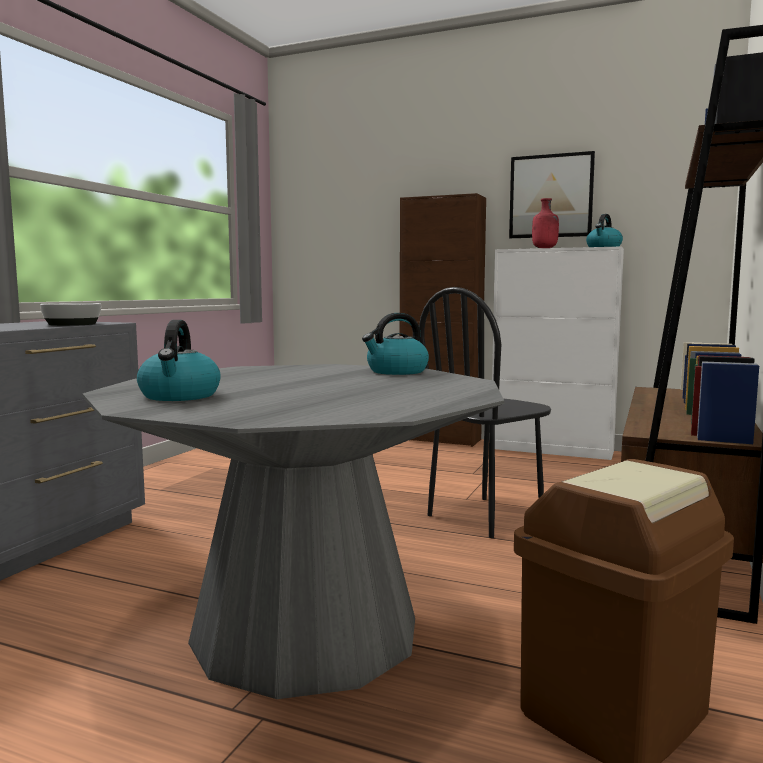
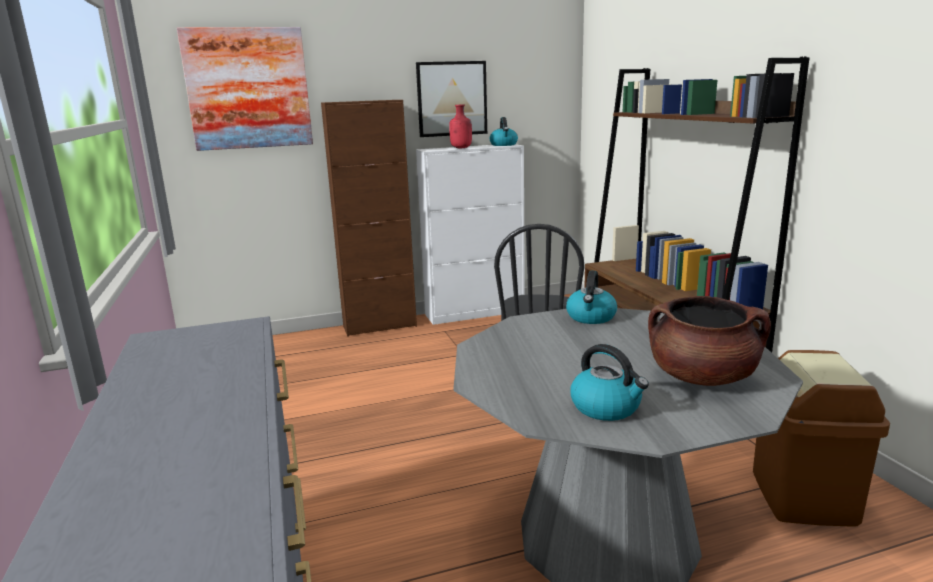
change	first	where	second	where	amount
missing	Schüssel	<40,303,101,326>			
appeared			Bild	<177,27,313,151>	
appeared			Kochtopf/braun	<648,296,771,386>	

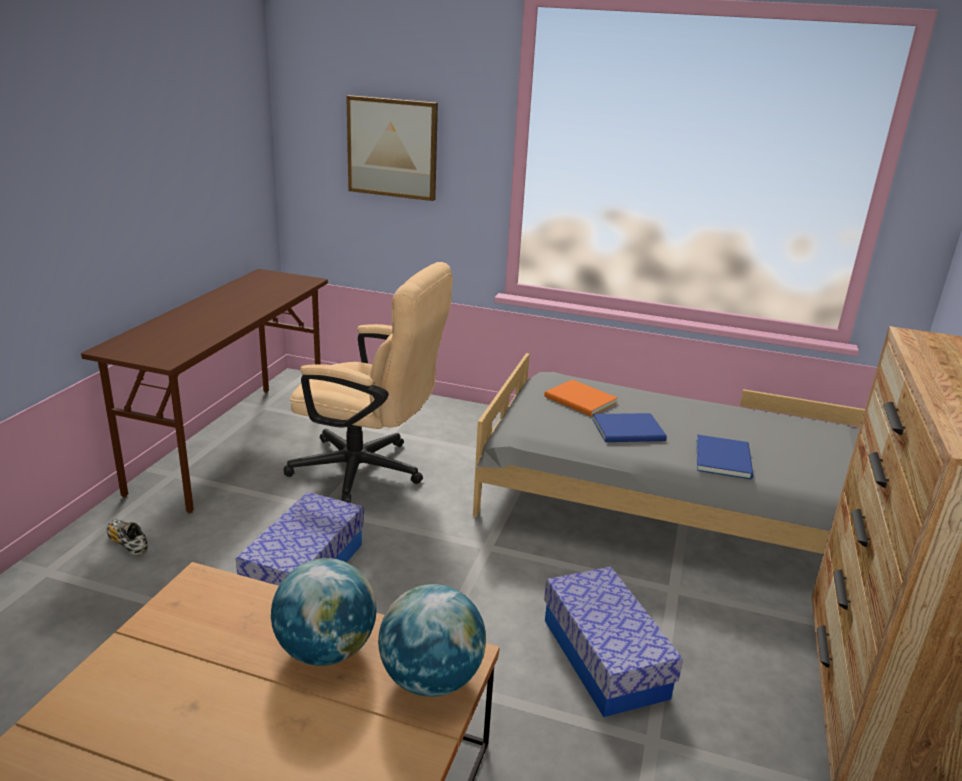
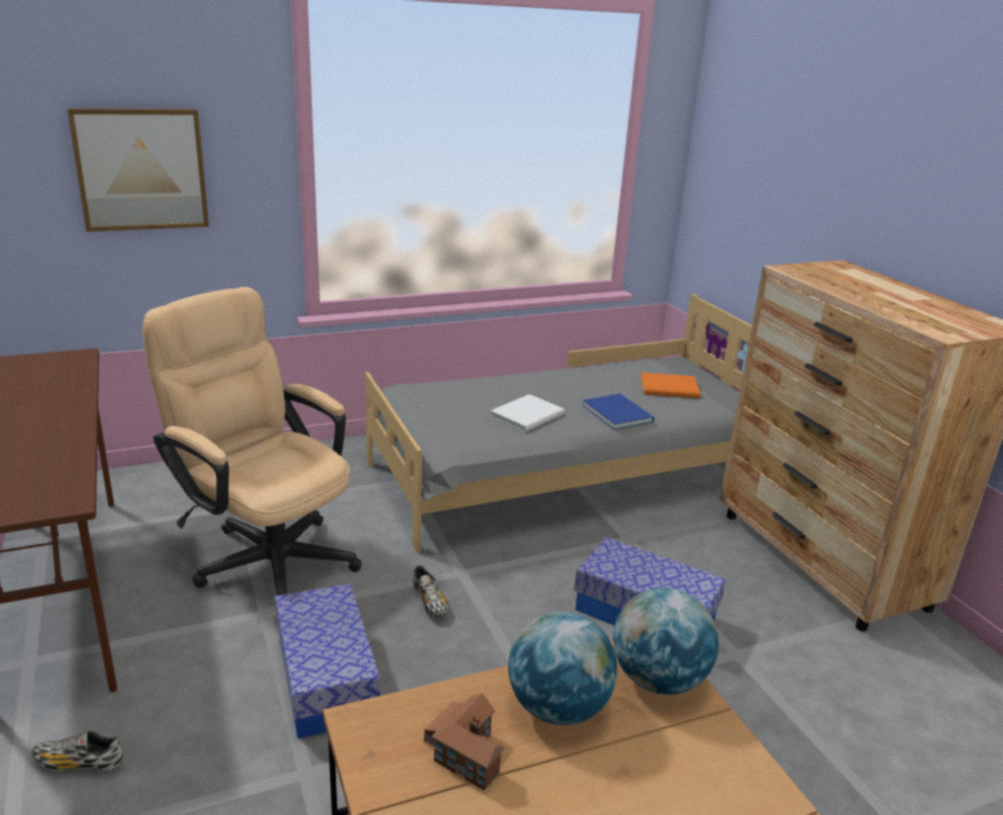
change	first	where	second	where	amount
spun	Bürostuhl/beige	<283,262,453,503>		<142,287,362,596>	120 degrees counterclockwise
relocated	Buch/orange	<544,380,618,416>		<640,373,701,398>	
colour	Buch/blau	<592,413,667,442>	Buch/weiß	<490,394,565,432>	
appeared			Schuh	<413,565,449,618>	
appeared			Spielzeughaus	<424,694,504,790>	

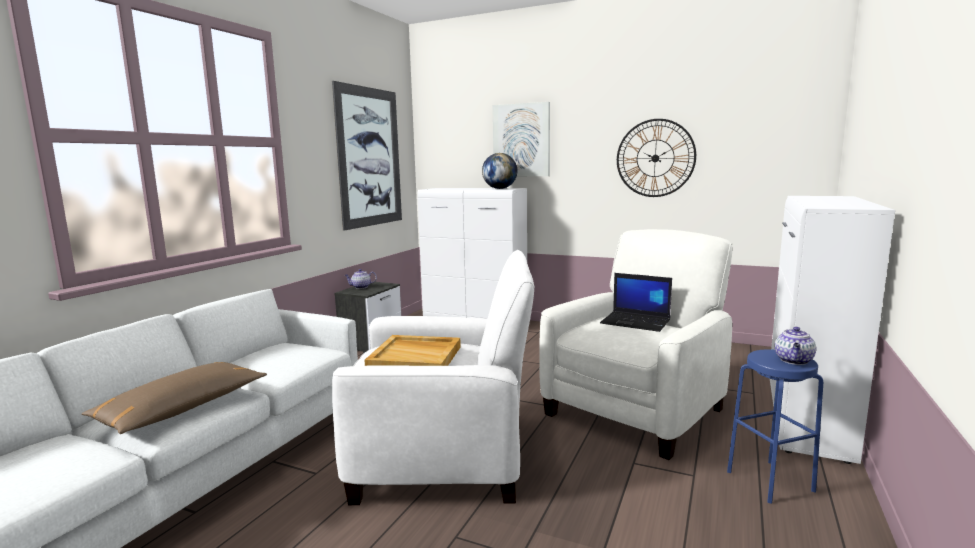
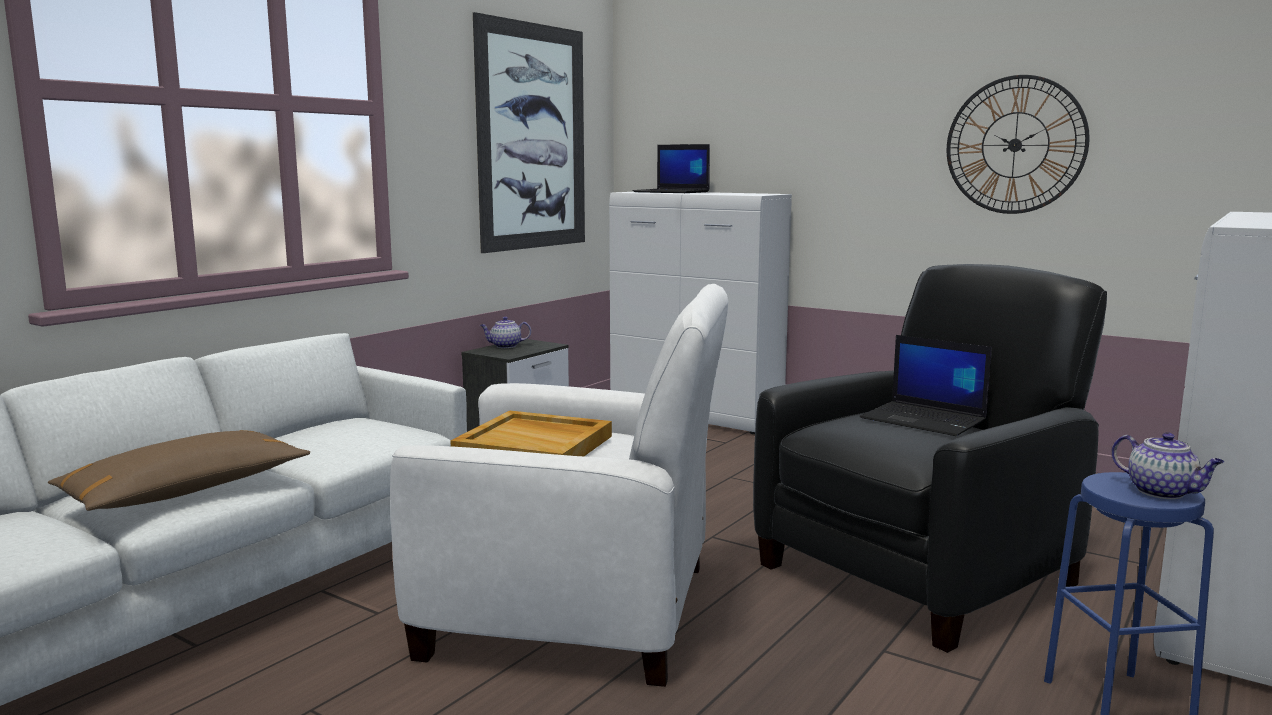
change	first	where	second	where	amount
missing	Bild	<493,102,550,176>			
missing	Globus	<482,153,517,189>			
colour	Sessel/weiß	<539,229,732,460>	Sessel/schwarz	<753,264,1107,653>	
spun	Teekanne	<775,327,816,365>		<1112,432,1224,499>	75 degrees counterclockwise
appeared			Laptop	<633,144,710,193>	

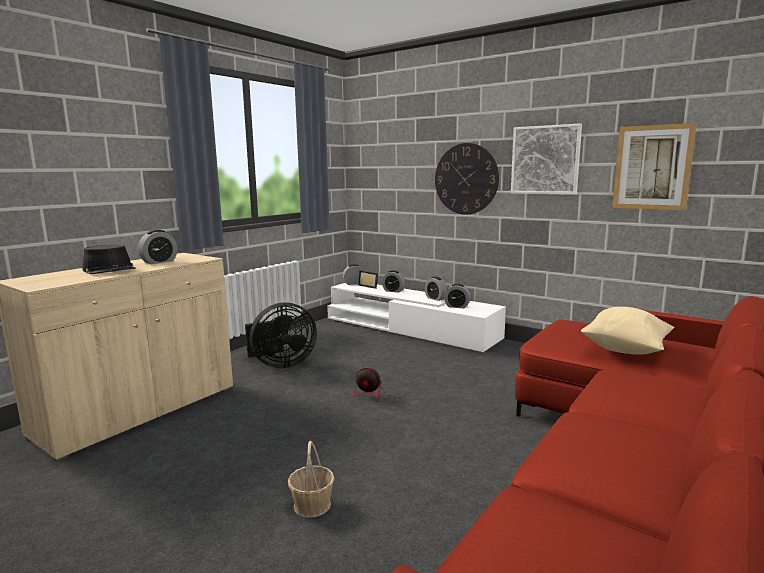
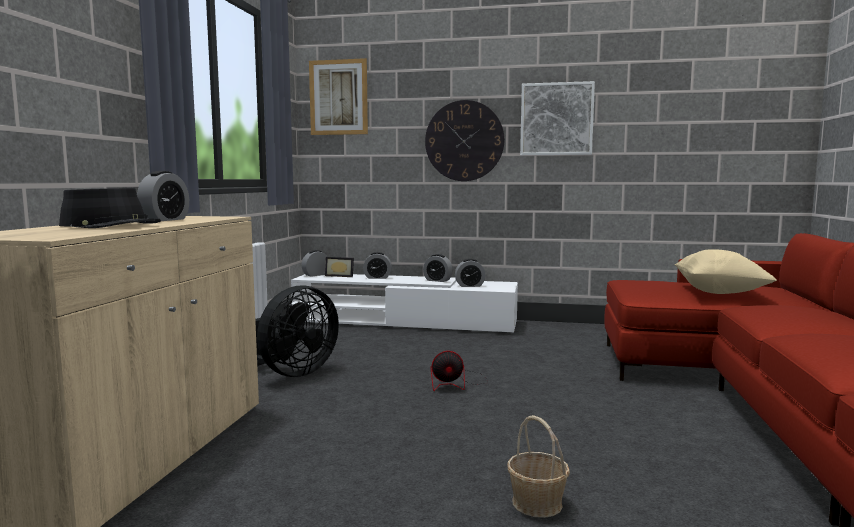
change	first	where	second	where	amount
relocated	Bild	<612,123,697,210>		<309,58,368,135>	

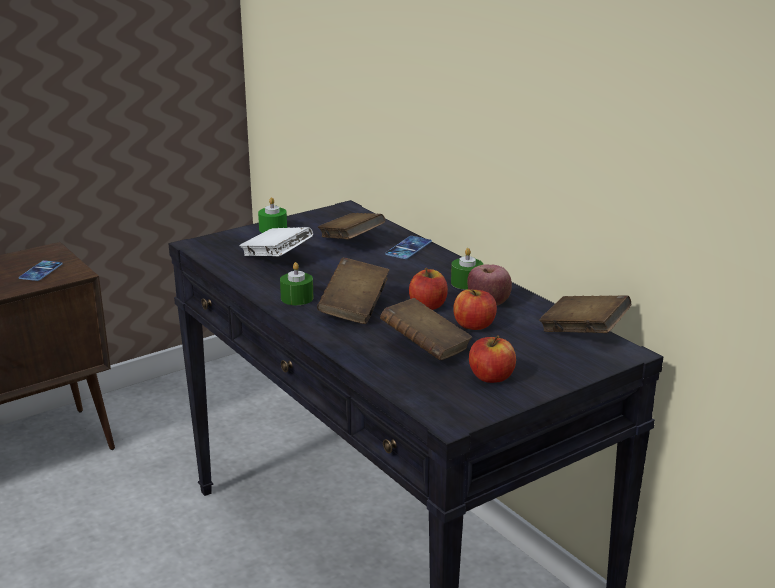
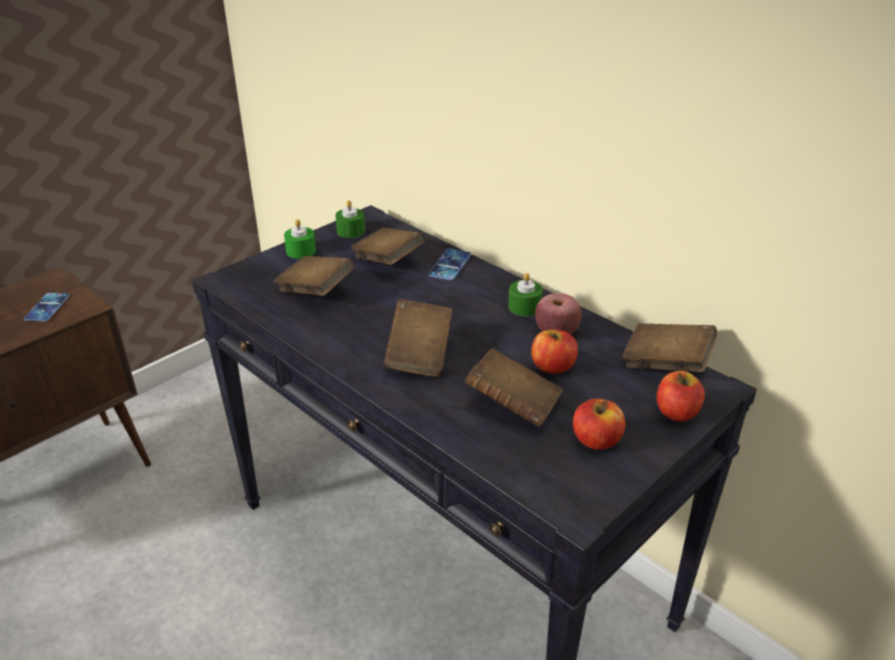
change	first	where	second	where	amount
colour	Buch/weiß	<240,227,313,257>	Buch/braun	<274,256,355,296>	
relocated	Kerze/grün	<280,262,314,305>		<335,200,365,238>	
relocated	Apfel	<409,268,448,310>		<657,371,705,422>	

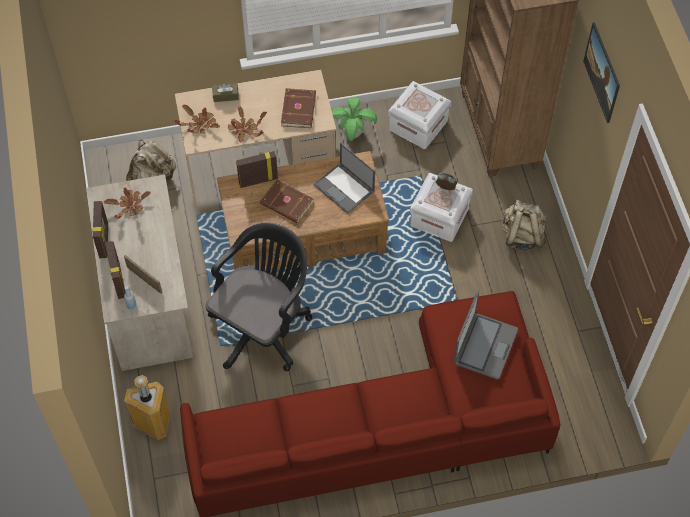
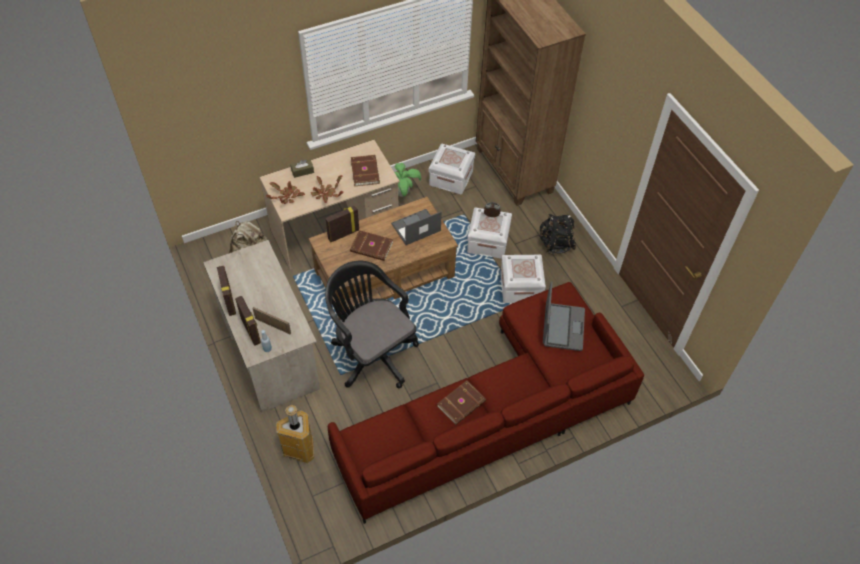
change	first	where	second	where	amount
missing	Bild	<583,22,620,123>			
spun	Laptop	<314,143,375,214>		<391,209,442,245>	120 degrees clockwise
missing	Topfpflanze	<104,188,151,219>			
colour	Rucksack/beige	<502,198,547,250>	Rucksack/schwarz	<540,214,577,254>	
spun	Bürostuhl/schwarz	<206,223,312,371>		<325,261,419,388>	60 degrees counterclockwise
appeared			Aufbewahrungsbox/weiß	<500,255,546,303>	
appeared			Buch/braun	<437,380,486,425>	

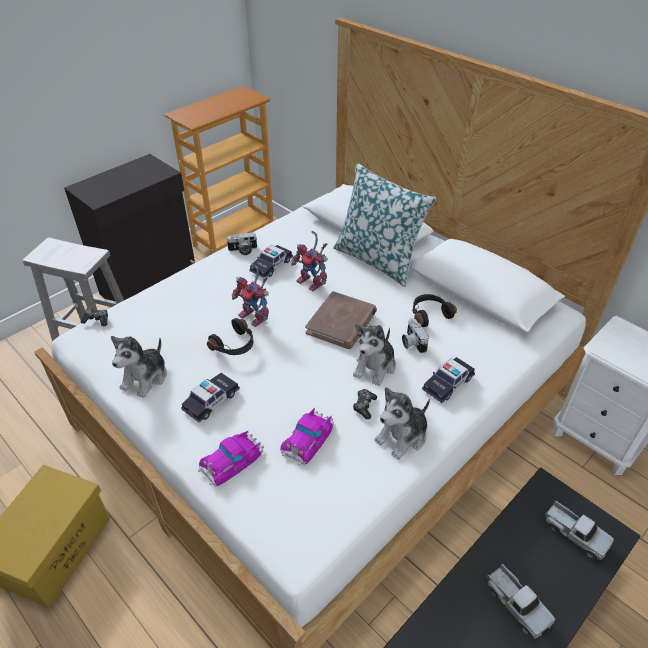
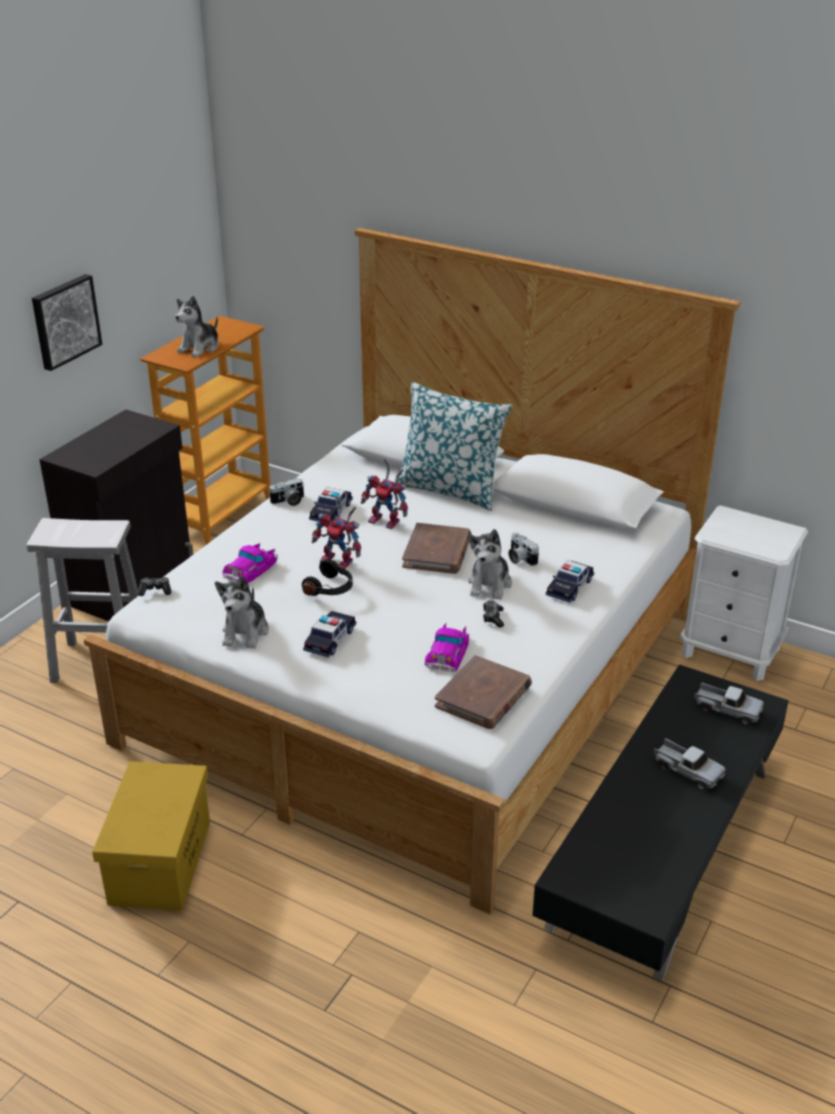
change	first	where	second	where	amount
missing	Kopfhörer/schwarz	<412,294,457,327>			
relocated	Plüschtier	<375,387,430,460>		<175,296,219,357>	
relocated	Spielzeugauto	<198,430,264,486>		<222,543,278,583>	
appeared			Bild	<32,274,102,371>	
appeared			Buch/braun	<435,655,532,729>	

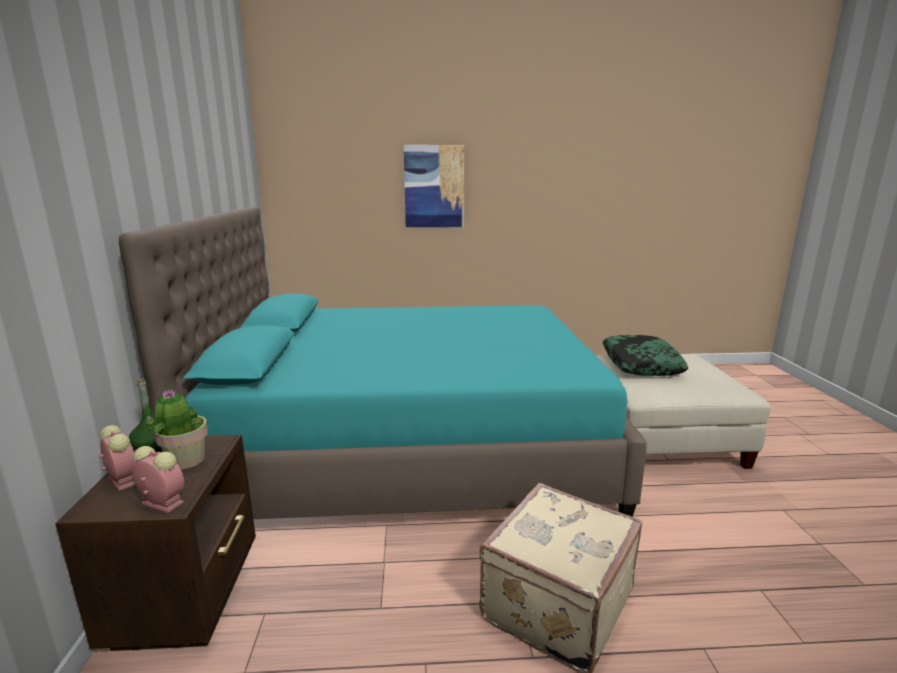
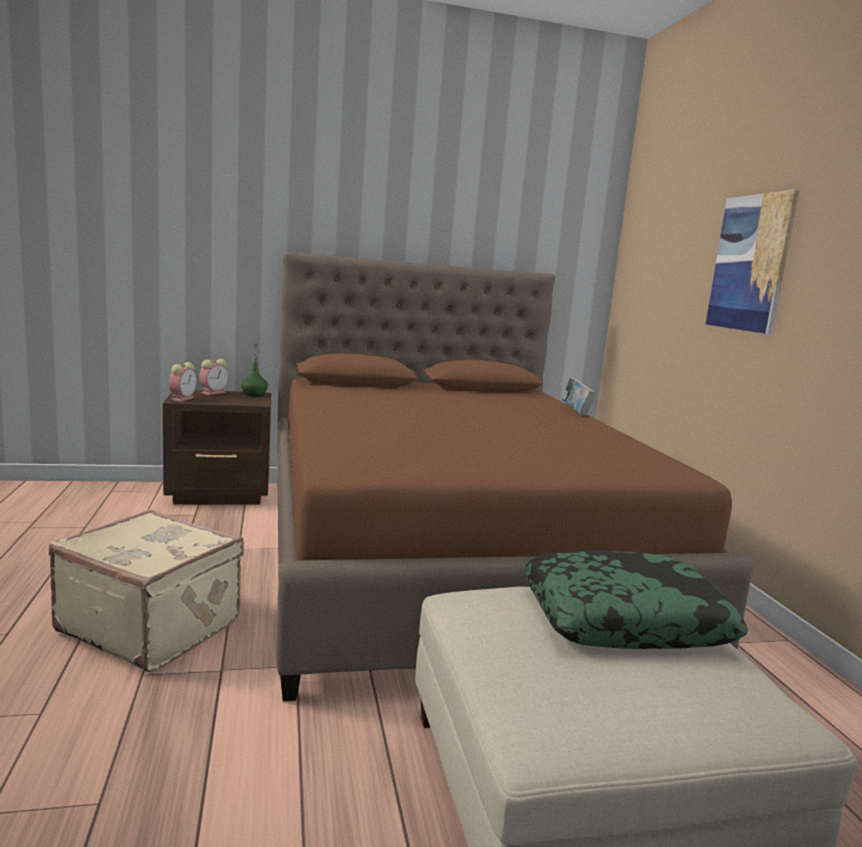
change	first	where	second	where	amount
colour	Bett/türkis	<119,206,647,519>	Bett/braun	<276,252,754,701>	
missing	Topfpflanze	<145,389,208,469>			
appeared			Buch	<562,377,596,416>	

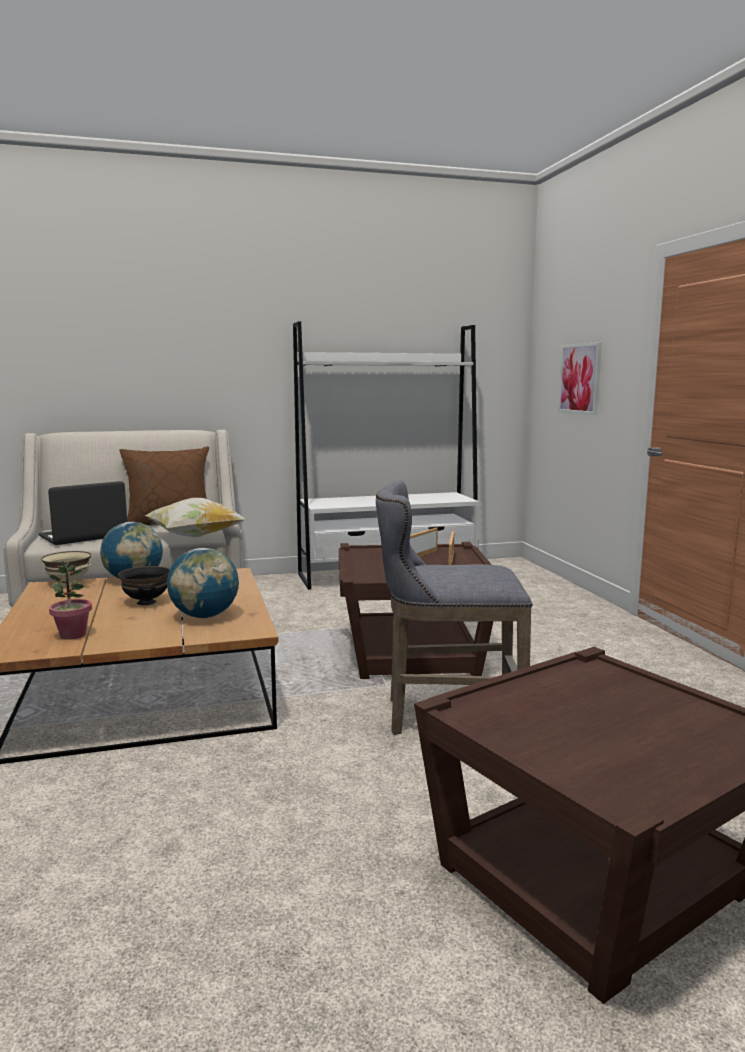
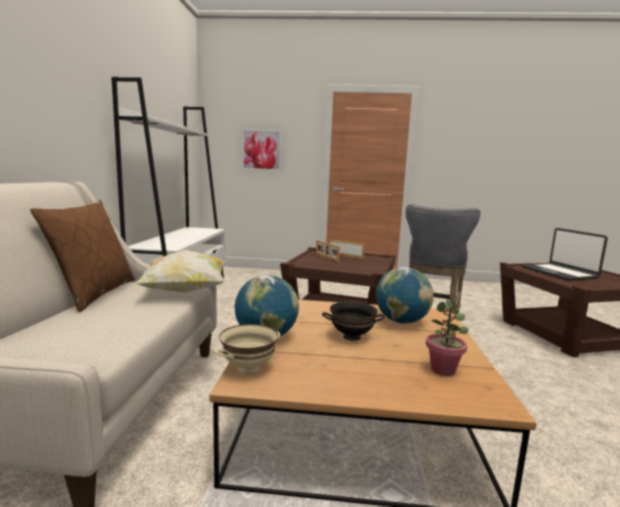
change	first	where	second	where	amount
relocated	Laptop	<39,481,127,545>		<522,228,608,281>	

